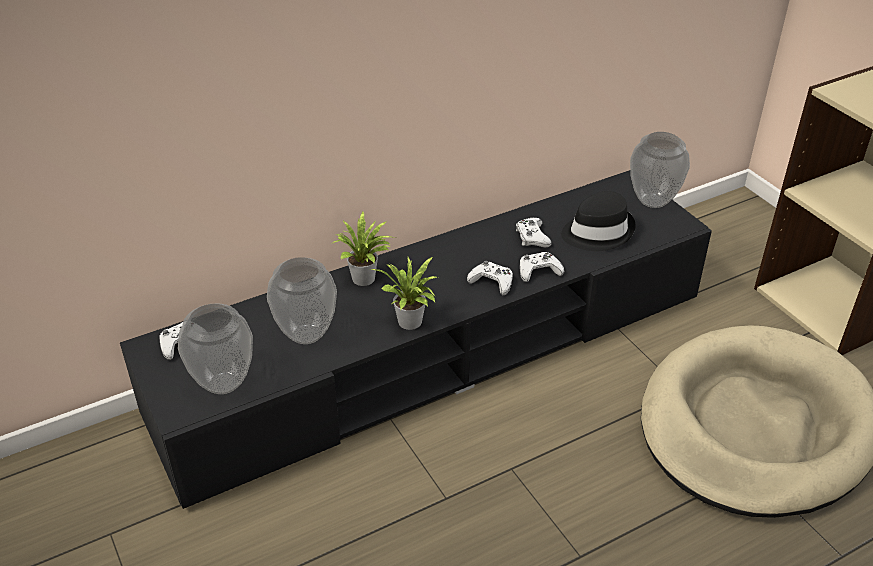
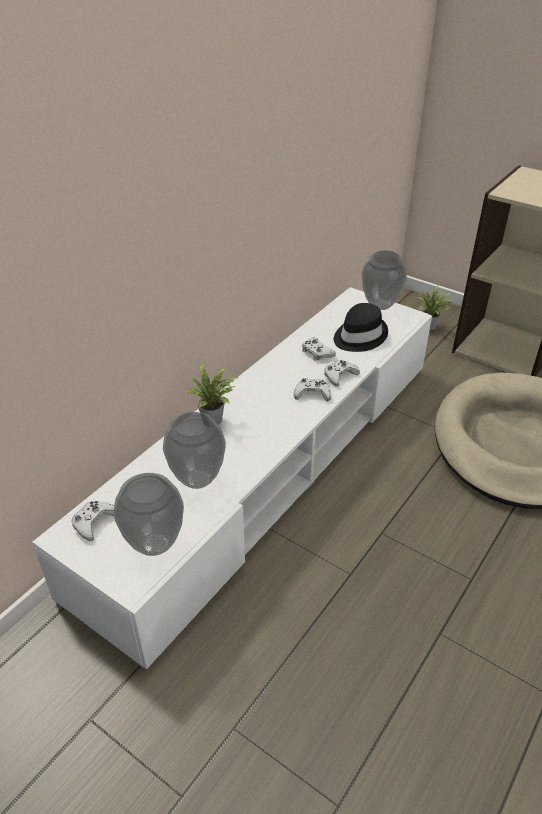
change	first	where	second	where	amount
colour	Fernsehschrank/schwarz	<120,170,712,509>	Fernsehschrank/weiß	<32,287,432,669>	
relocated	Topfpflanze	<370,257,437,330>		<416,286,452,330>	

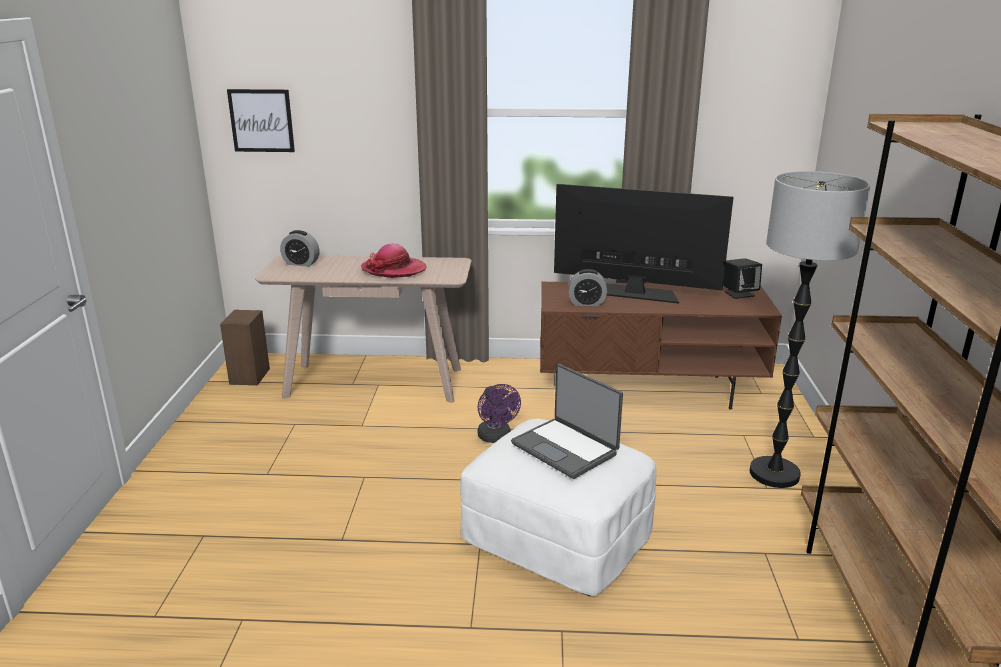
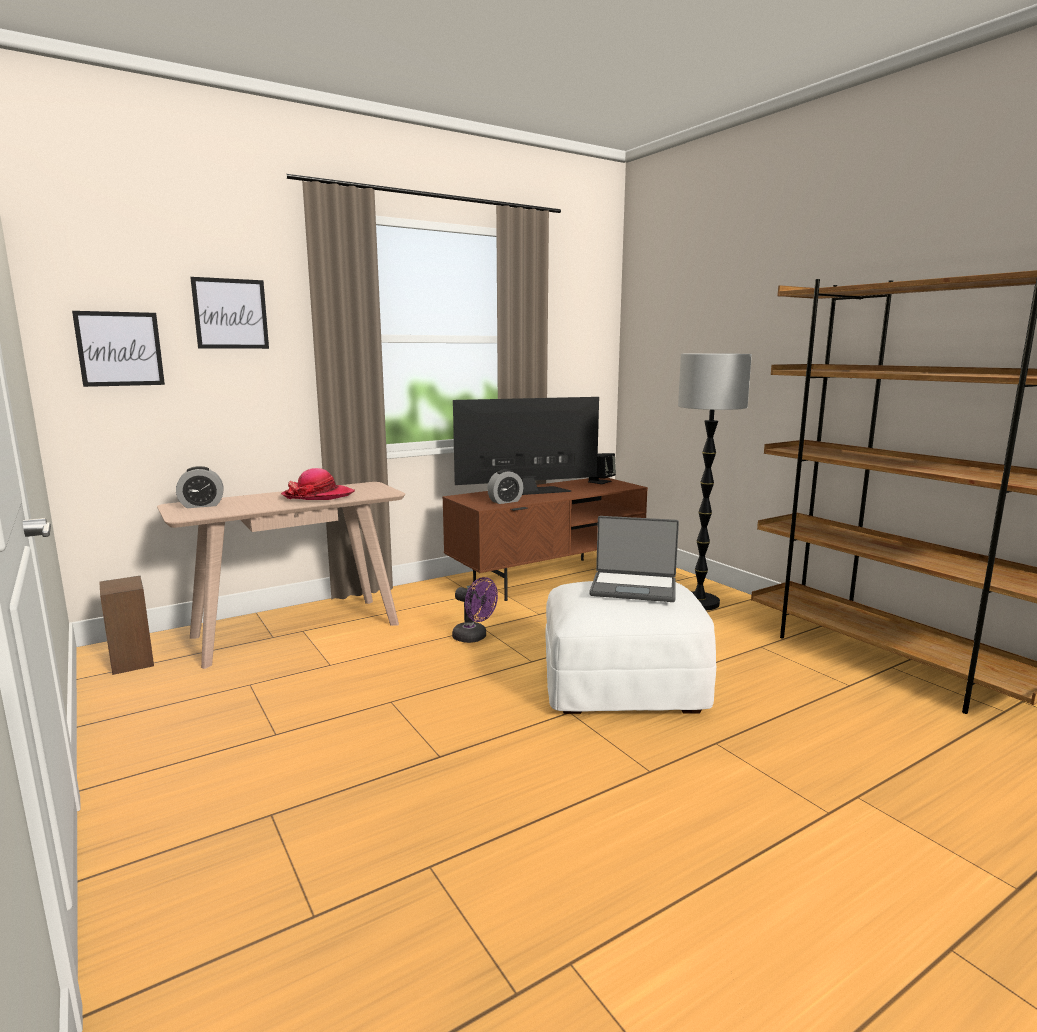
change	first	where	second	where	amount
appeared			Bild	<190,277,269,349>	

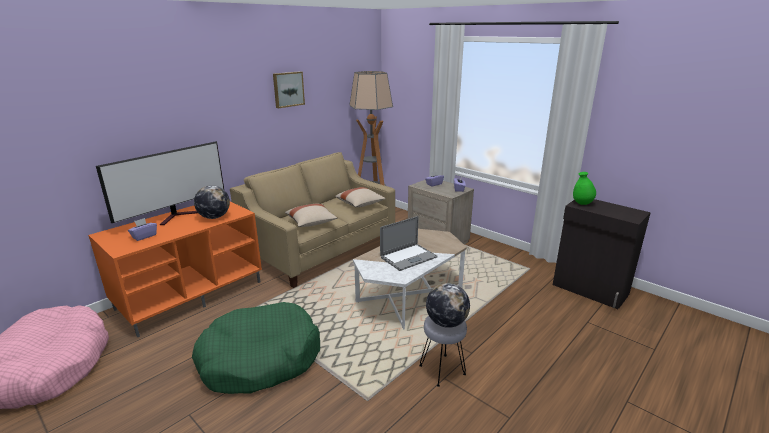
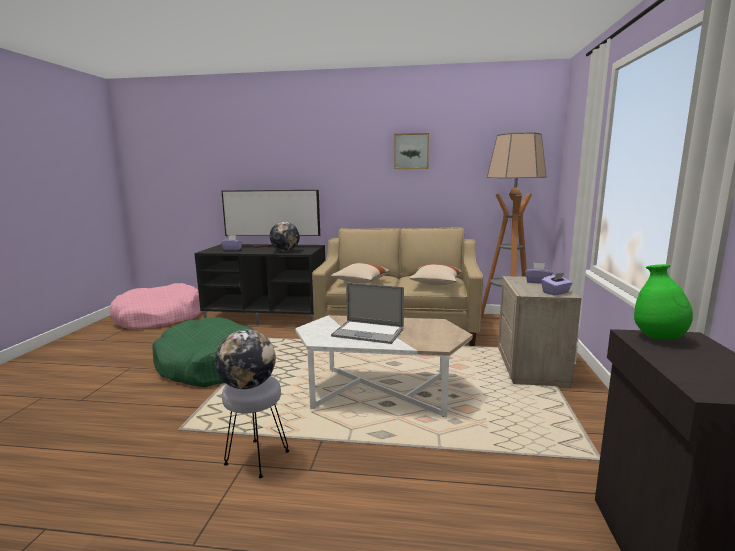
change	first	where	second	where	amount
colour	Fernsehschrank/orange	<88,201,262,338>	Fernsehschrank/schwarz	<194,244,325,325>	

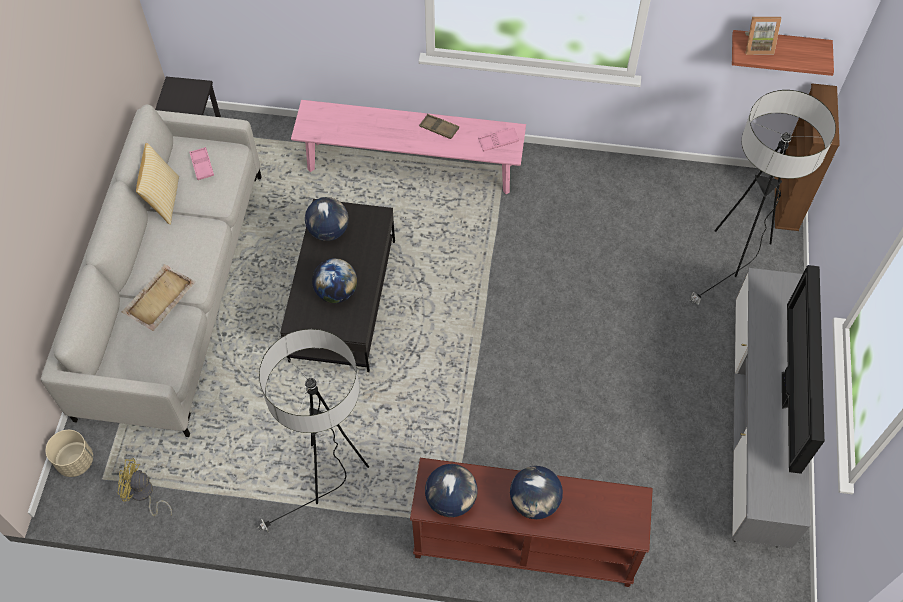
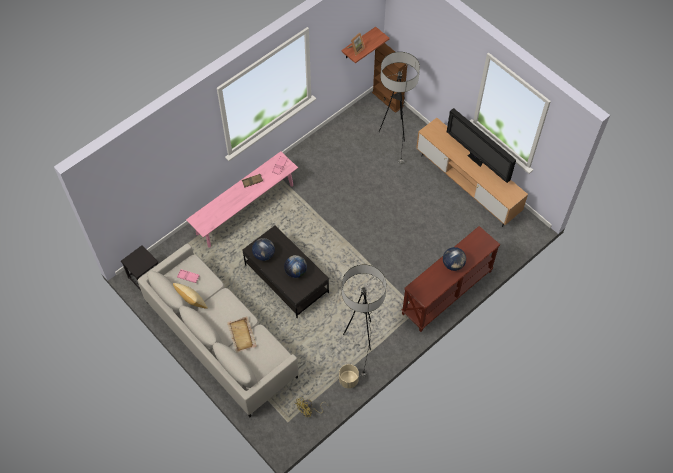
change	first	where	second	where	amount
colour	Fernsehschrank/grau	<732,268,810,548>	Fernsehschrank/braun	<416,118,528,227>	
relocated	Pflanzkübel/beige	<46,430,93,477>		<339,364,359,388>	
missing	Globus	<425,464,478,517>			

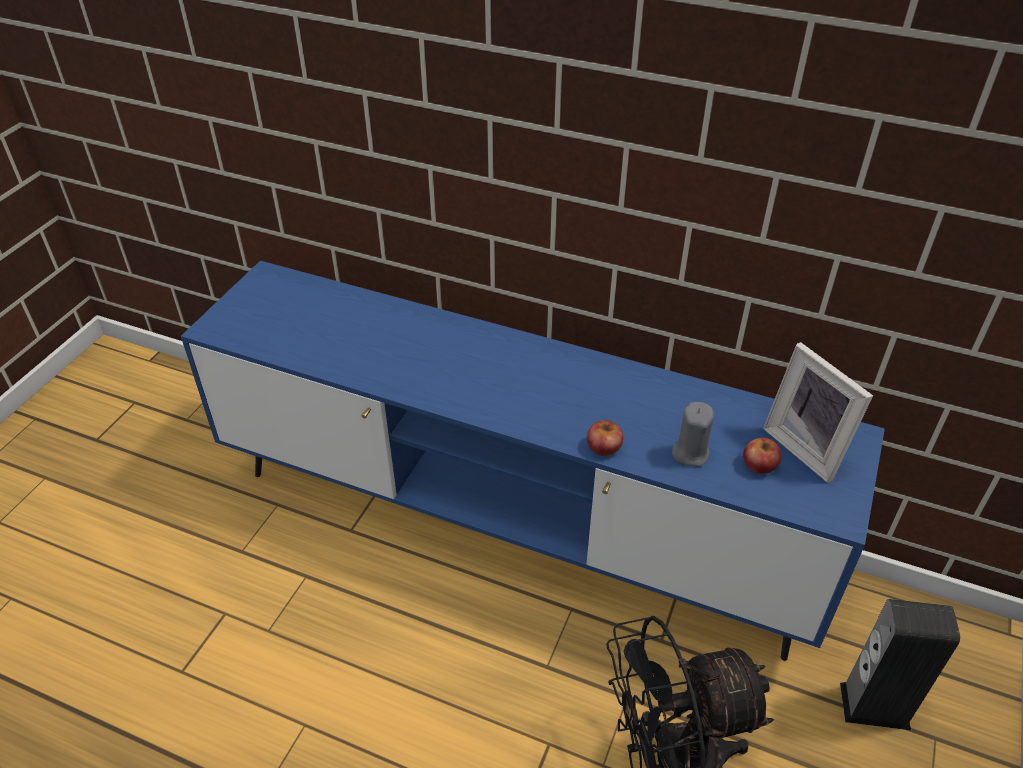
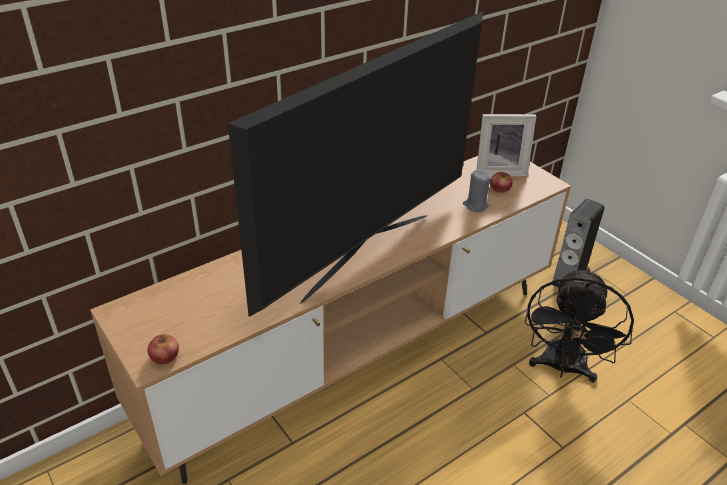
change	first	where	second	where	amount
colour	Fernsehschrank/blau	<181,261,885,661>	Fernsehschrank/braun	<90,156,571,484>	
relocated	Apfel	<587,420,623,456>		<147,334,179,364>	
appeared			Fernseher	<228,11,483,317>	

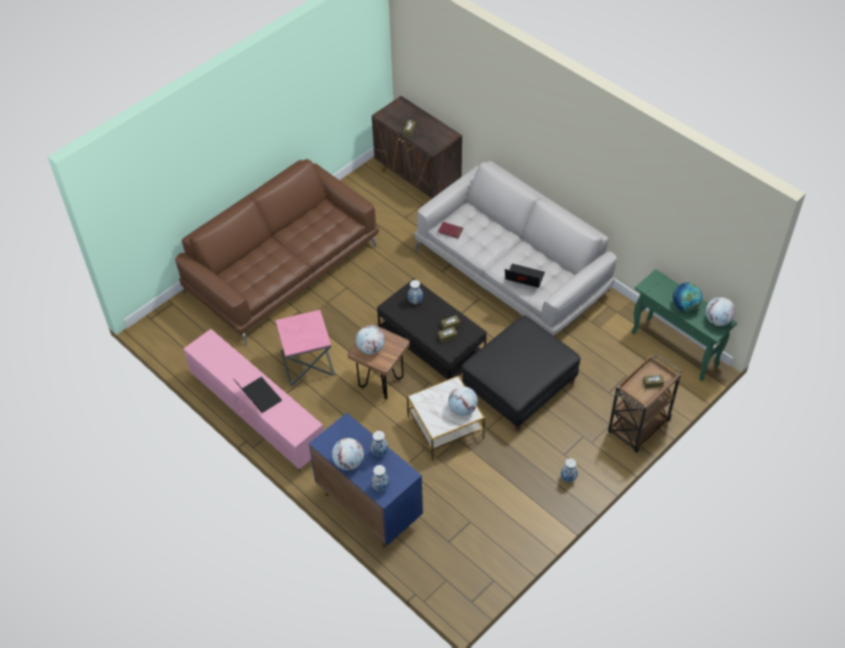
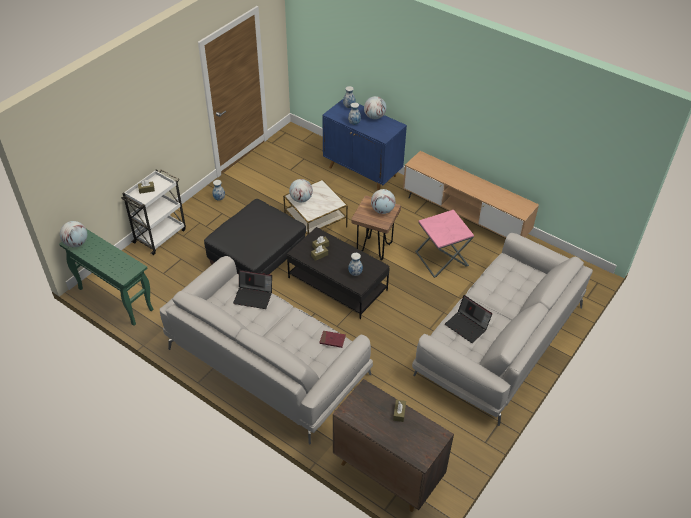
change	first	where	second	where	amount
colour	Sofa/braun	<175,159,379,346>	Sofa/grau	<412,233,593,426>	
missing	Globus	<673,282,702,311>			
colour	Fernsehschrank/rosa	<184,329,324,471>	Fernsehschrank/braun	<403,151,539,238>	
colour	Rollwagen/braun	<608,354,682,453>	Rollwagen/weiß	<121,169,186,255>	
relocated	Laptop	<233,377,282,413>		<445,295,492,343>	

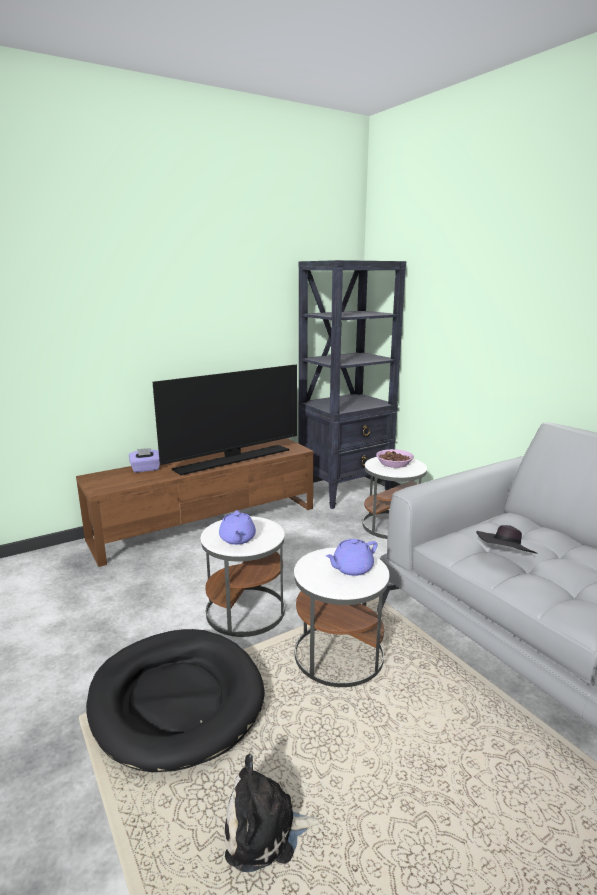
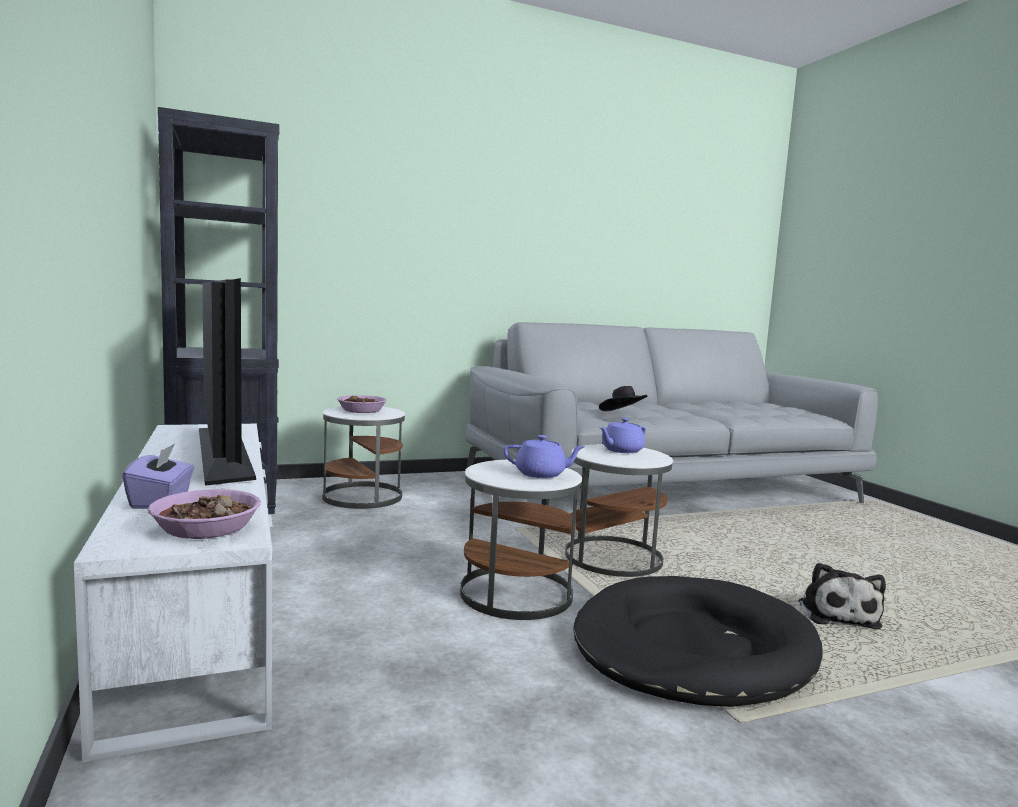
change	first	where	second	where	amount
colour	Fernsehschrank/braun	<76,438,314,567>	Fernsehschrank/weiß	<74,424,273,763>	
spun	Teekanne/lila	<326,539,377,576>		<599,418,646,453>	75 degrees clockwise
appeared			Schüssel	<148,489,261,539>	

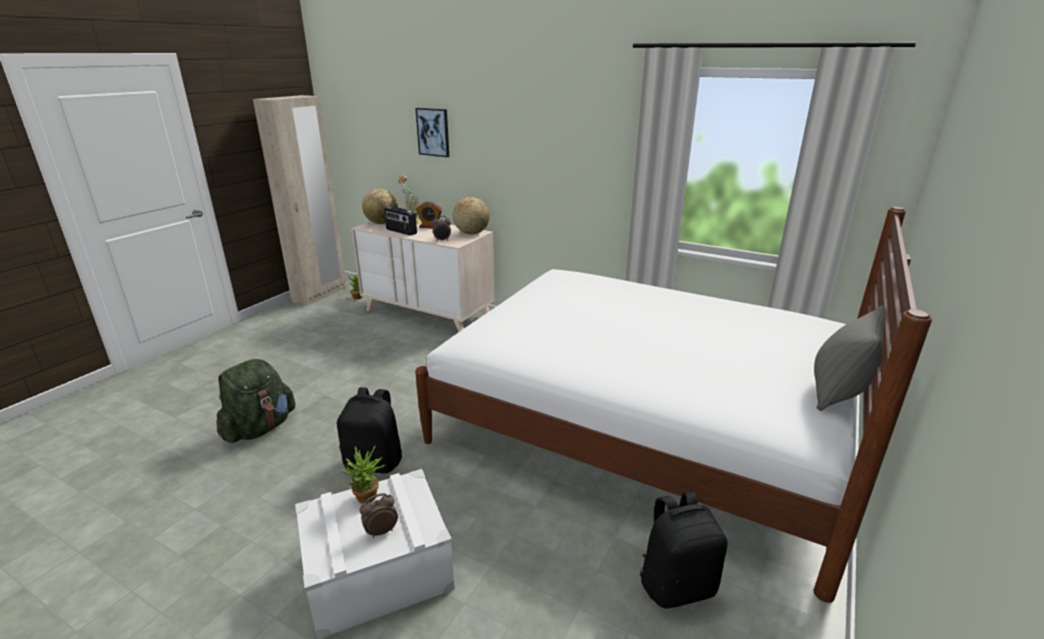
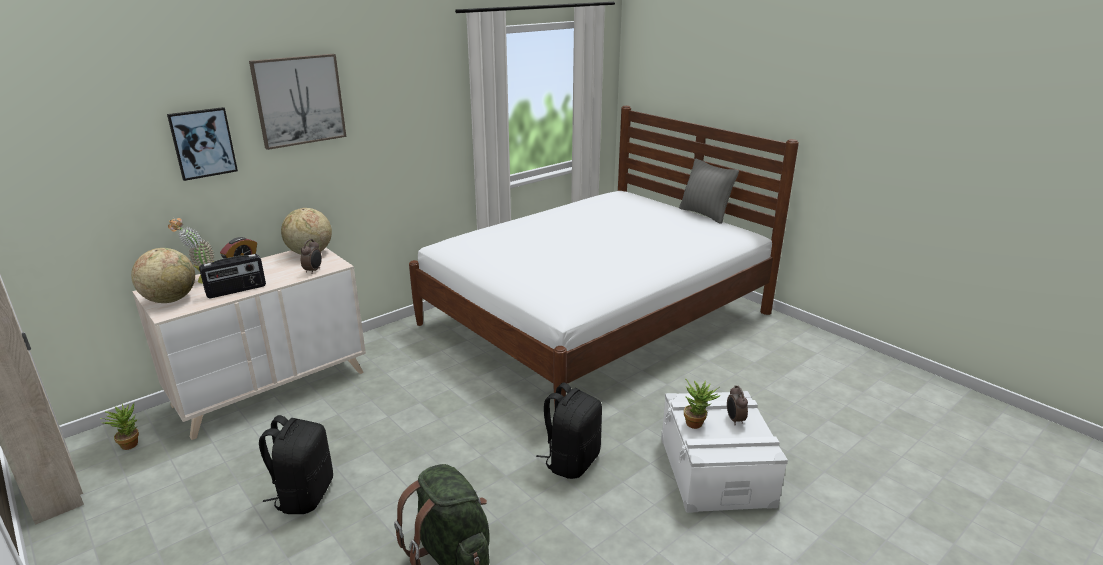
change	first	where	second	where	amount
relocated	Rucksack/schwarz	<640,491,728,609>		<259,415,333,514>	
appeared			Bild	<249,54,346,150>	

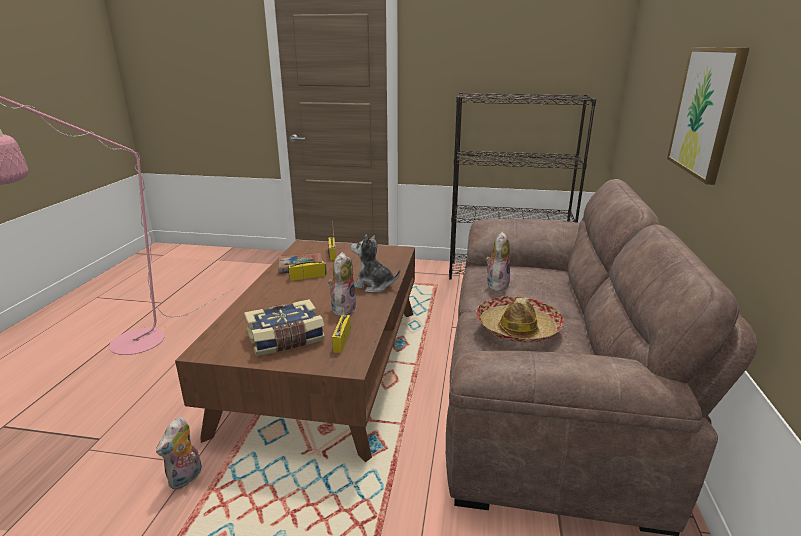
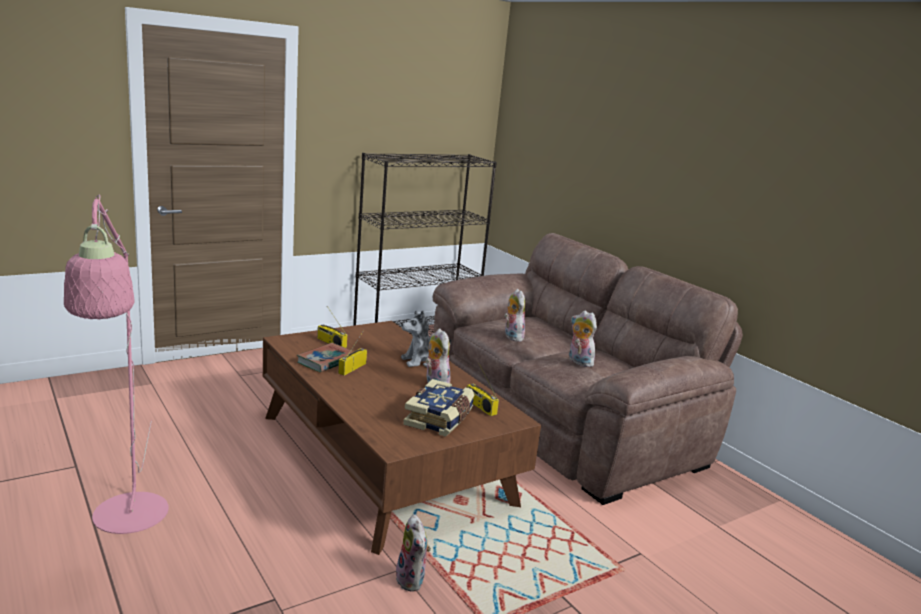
change	first	where	second	where	amount
missing	Bild	<667,47,750,185>			
exchanged	Hut	<476,296,564,342>	Plüschtier	<569,310,597,367>	

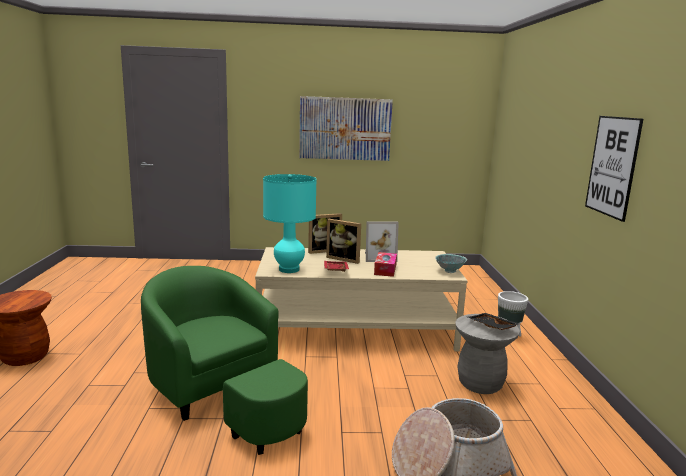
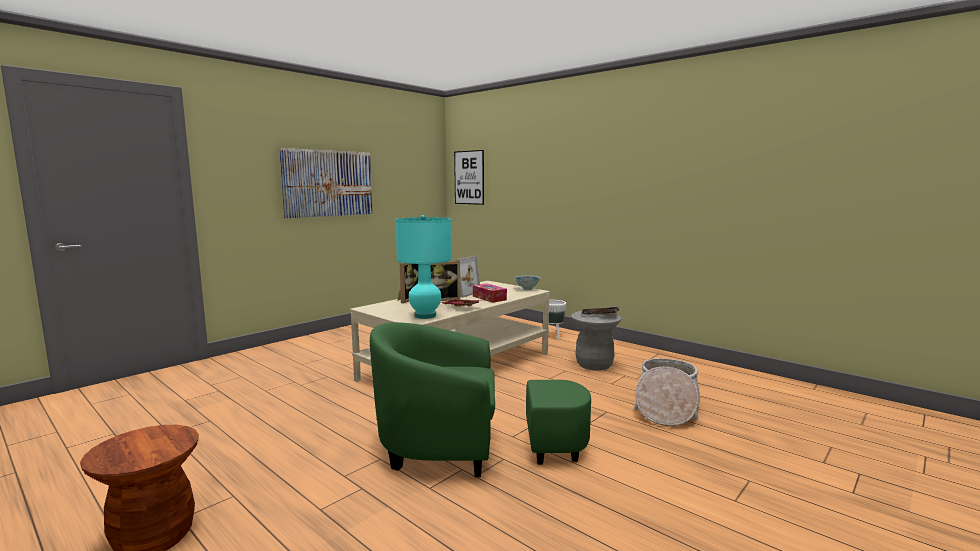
change	first	where	second	where	amount
relocated	Bild	<585,116,643,222>		<454,150,484,205>	

